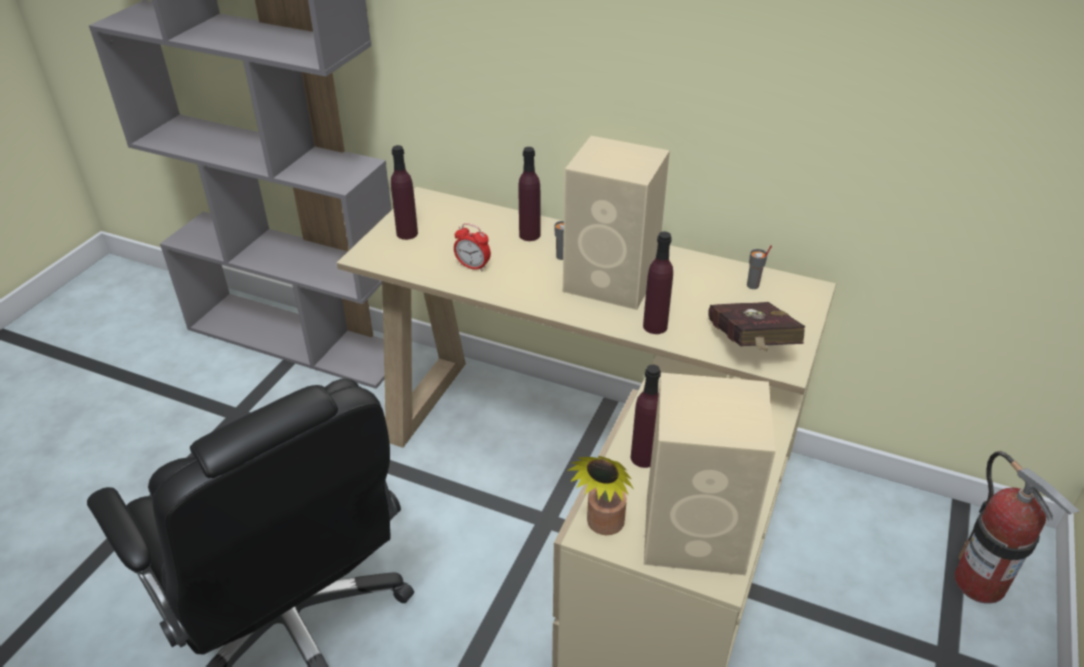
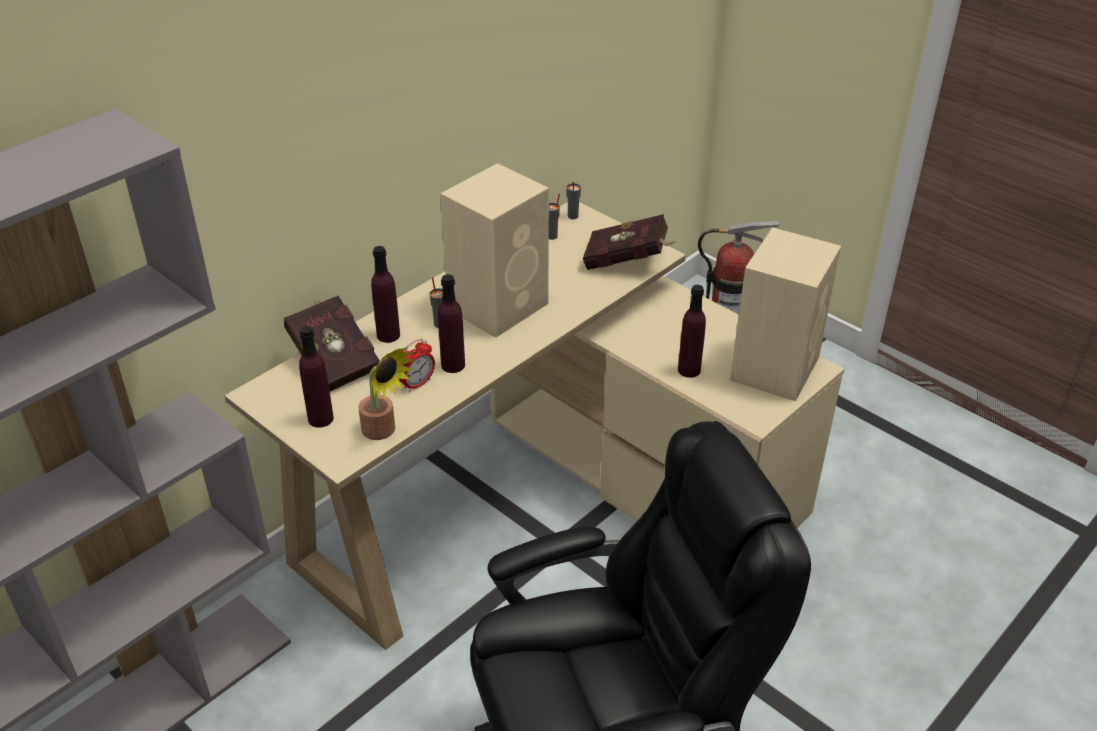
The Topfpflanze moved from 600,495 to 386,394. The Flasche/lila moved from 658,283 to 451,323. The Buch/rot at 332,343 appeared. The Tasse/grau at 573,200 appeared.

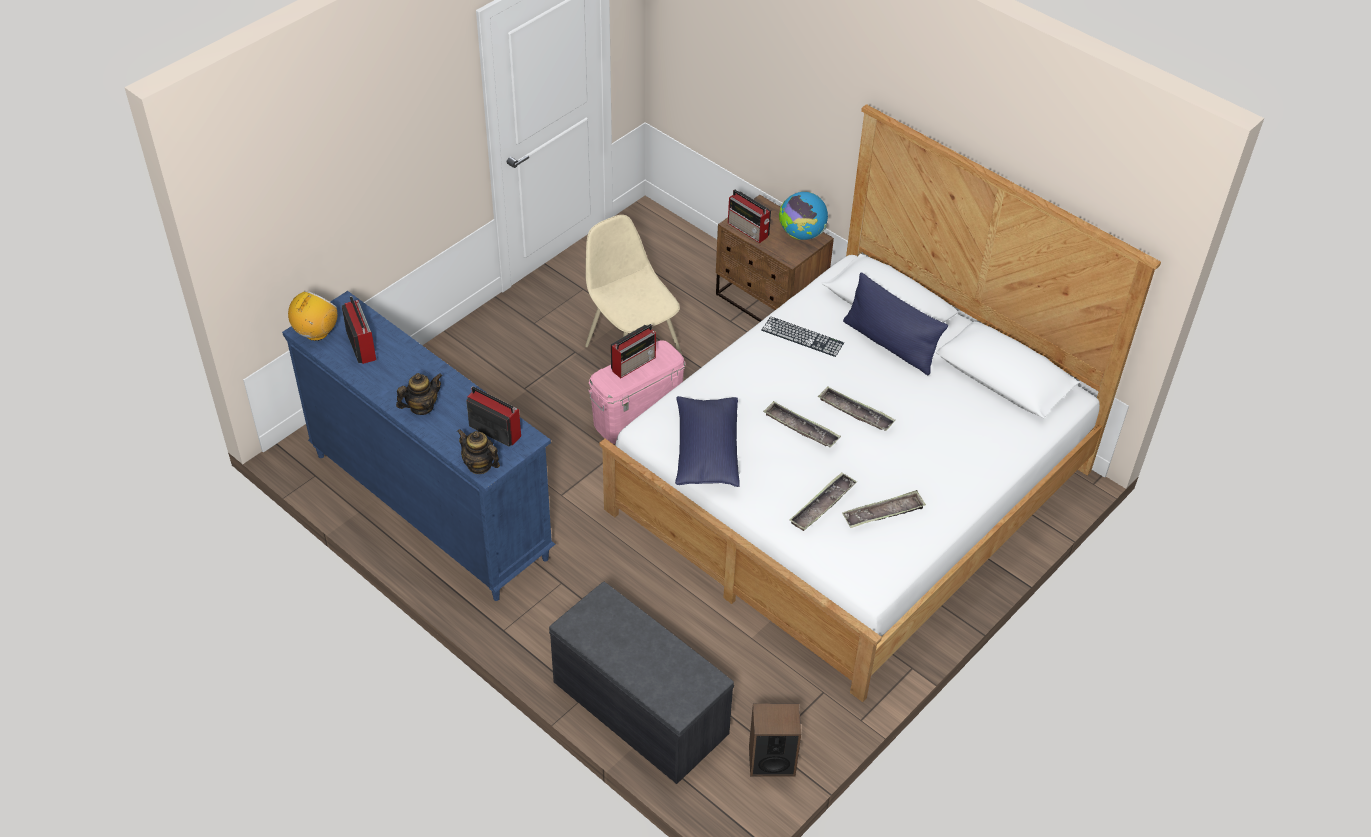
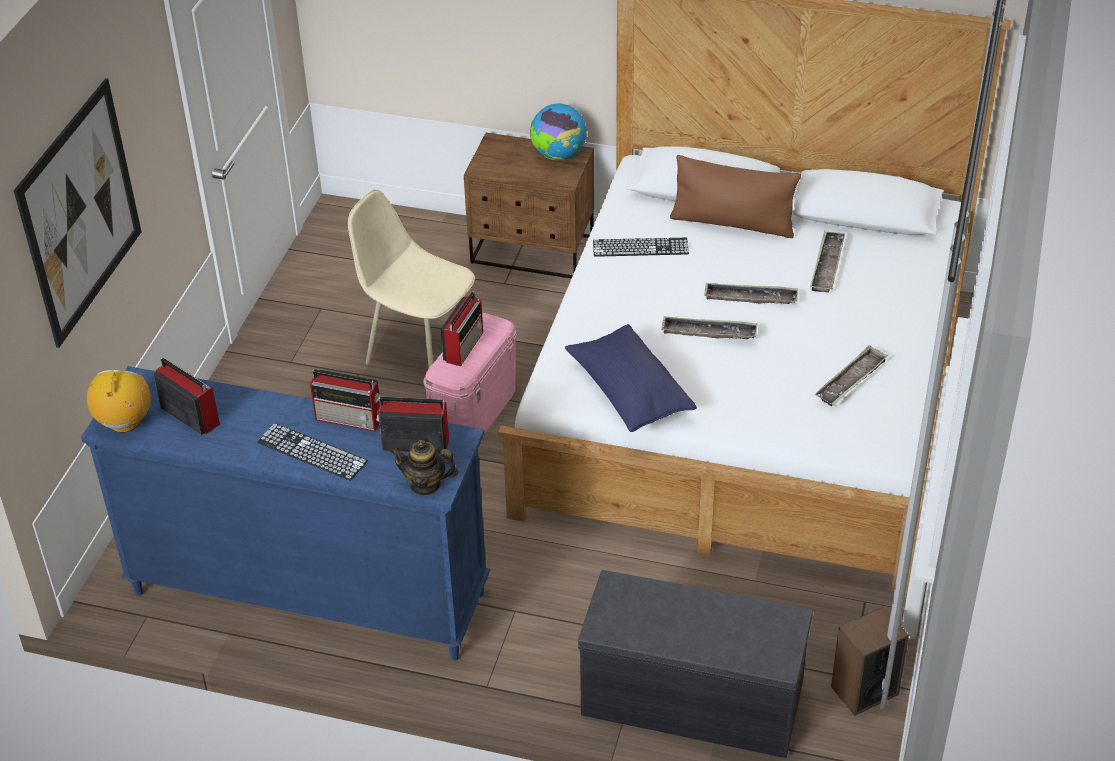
The Teekanne at 419,394 was replaced by the Tastatur at 312,452. The Radio moved from 749,216 to 345,400. The Tablett moved from 823,501 to 827,262. The Kissen/blau at 895,323 became the Kissen/braun at 735,196. The Bild at 78,213 appeared.

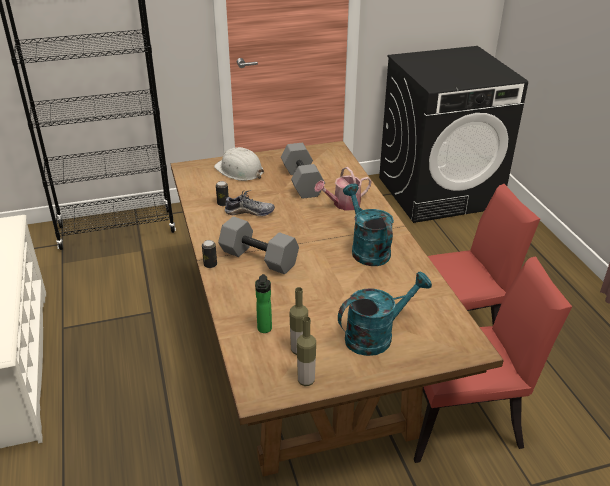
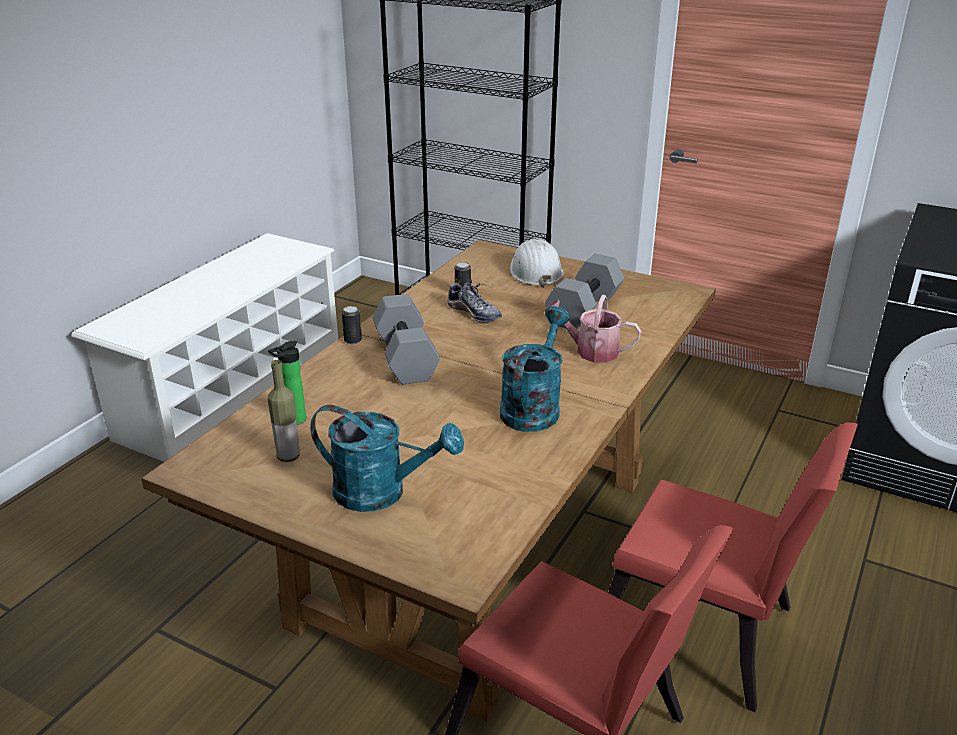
The Flasche at 306,351 disappeared.

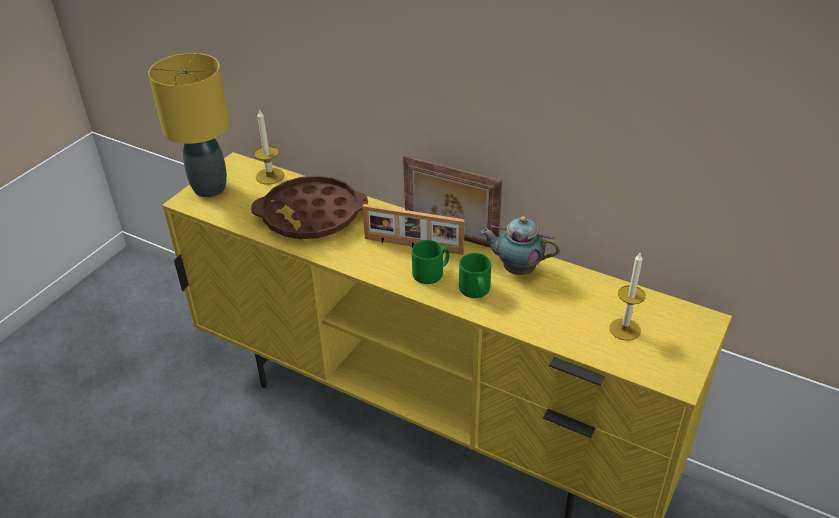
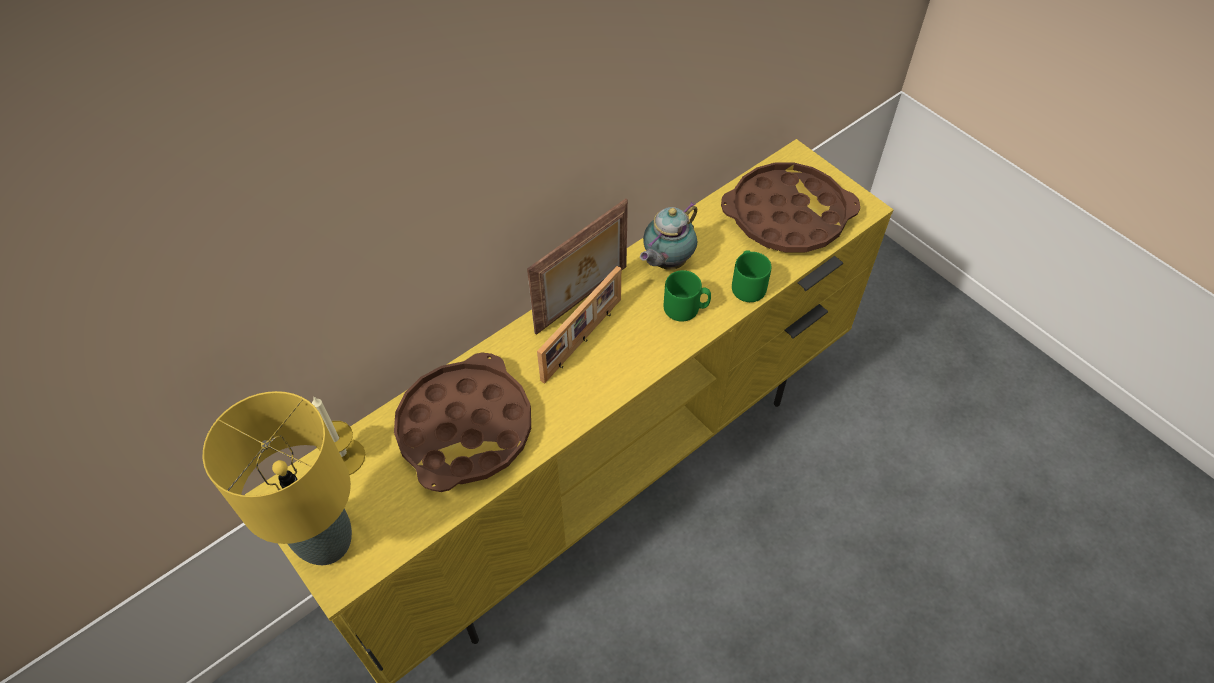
The Henkelbecher/grün moved from 430,262 to 751,276. The Kerze at 627,297 was replaced by the Tablett/braun at 790,207.

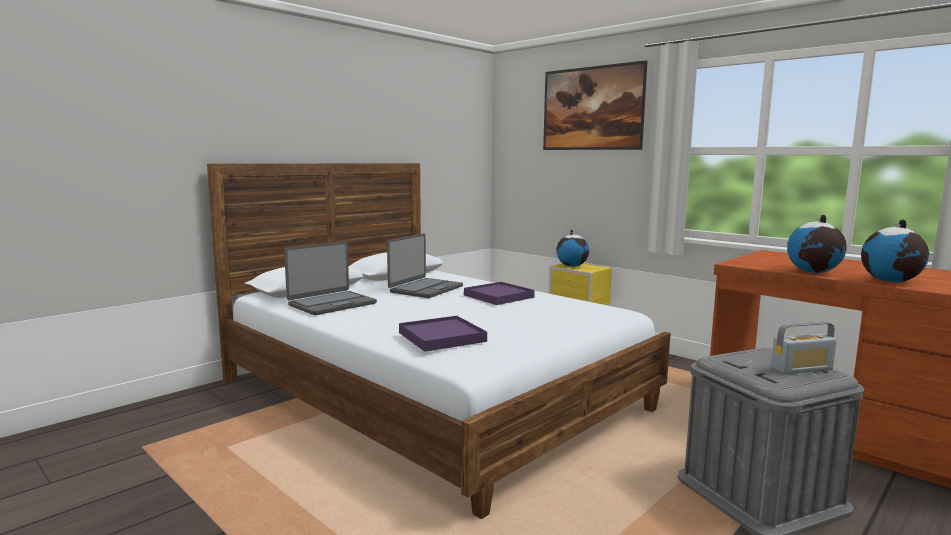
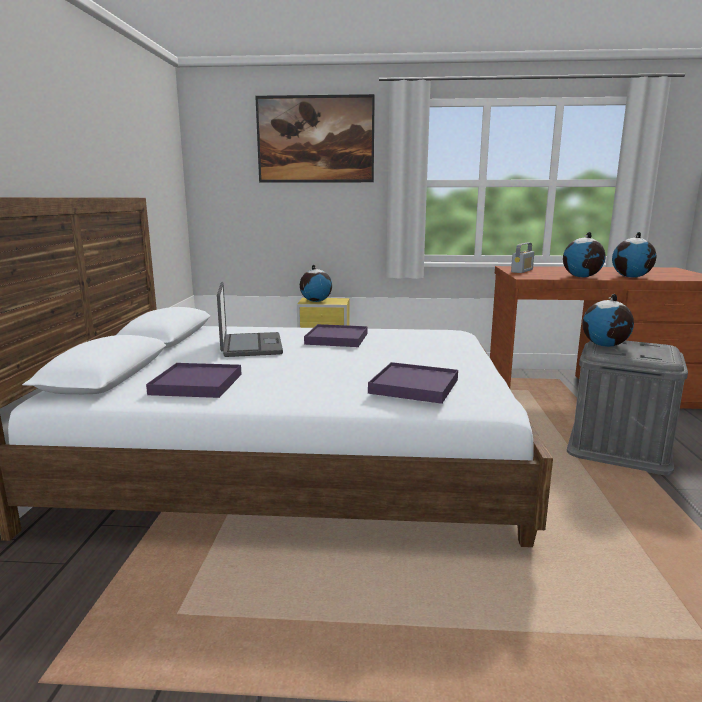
The Laptop at 330,278 was replaced by the Tablett/lila at 193,380. The Radio moved from 804,347 to 522,258. The Globus at 608,320 appeared.

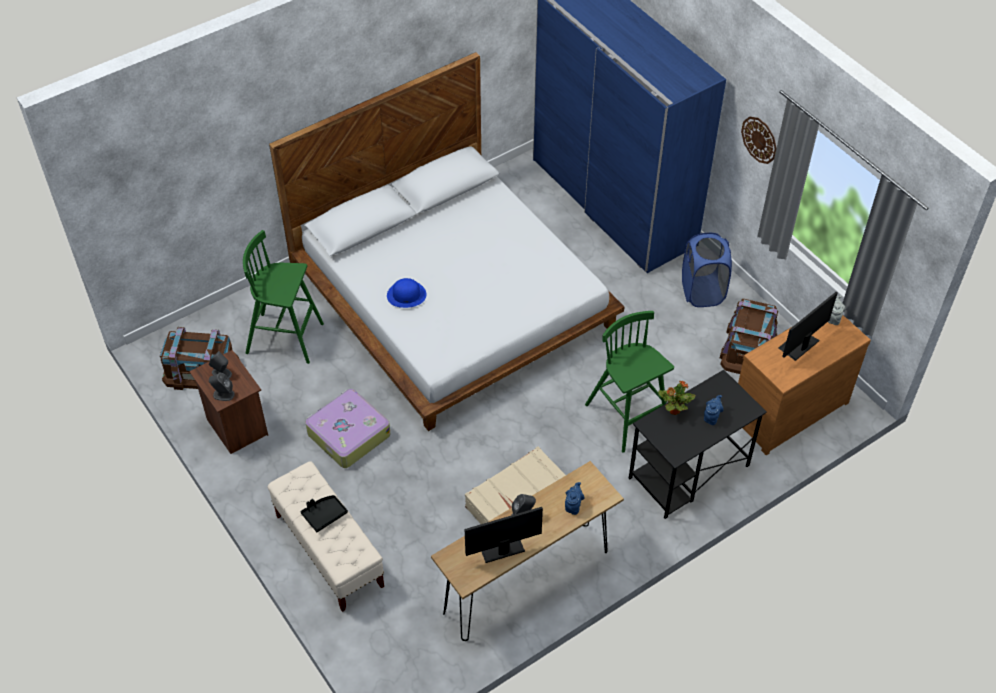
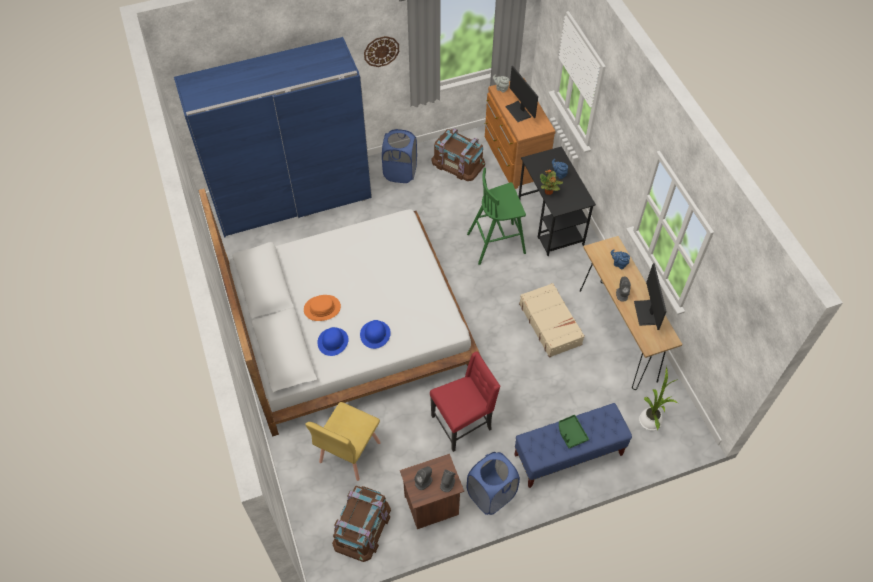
The Hocker/grün at 283,297 was replaced by the Stuhl/gelb at 343,441. The Bank/beige at 326,536 became the Bank/blau at 573,445. The Tablett/schwarz at 324,513 became the Tablett/grün at 574,432. The Koffer at 348,428 was replaced by the Stuhl/rot at 465,402. The Hut/orange at 322,308 appeared. The Hut/blau at 333,341 appeared. The Wäschekorb/blau at 493,483 appeared. The Topfpflanze at 658,398 appeared.

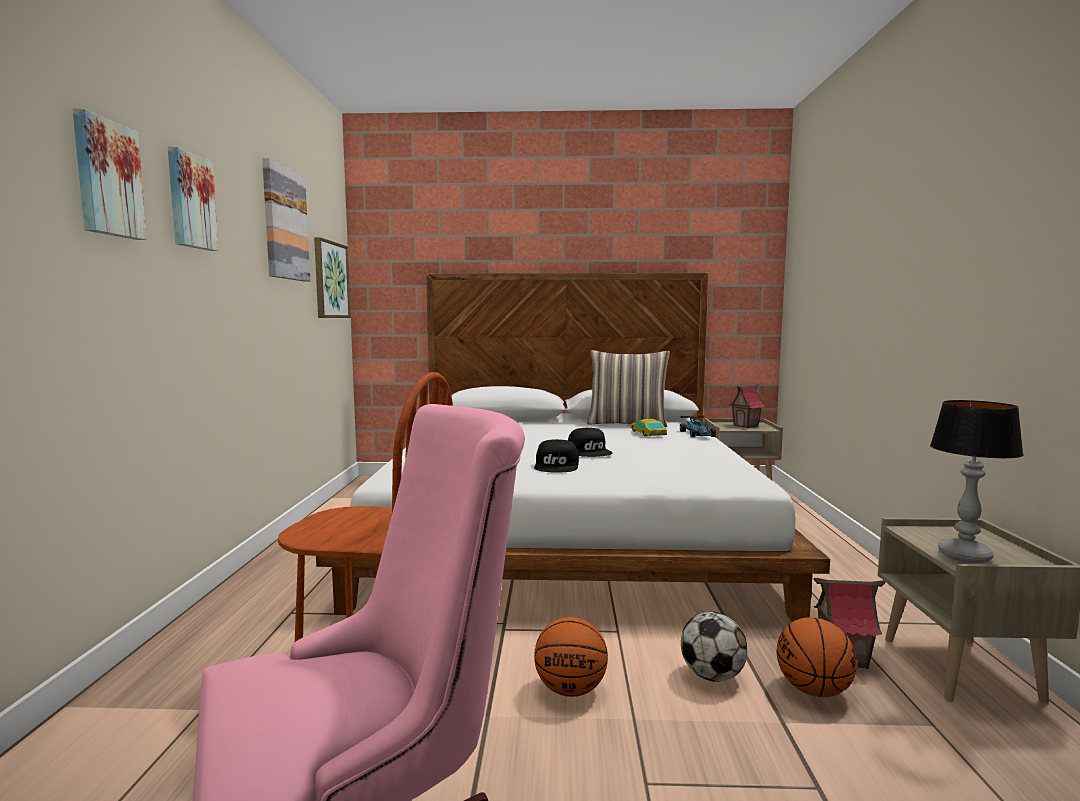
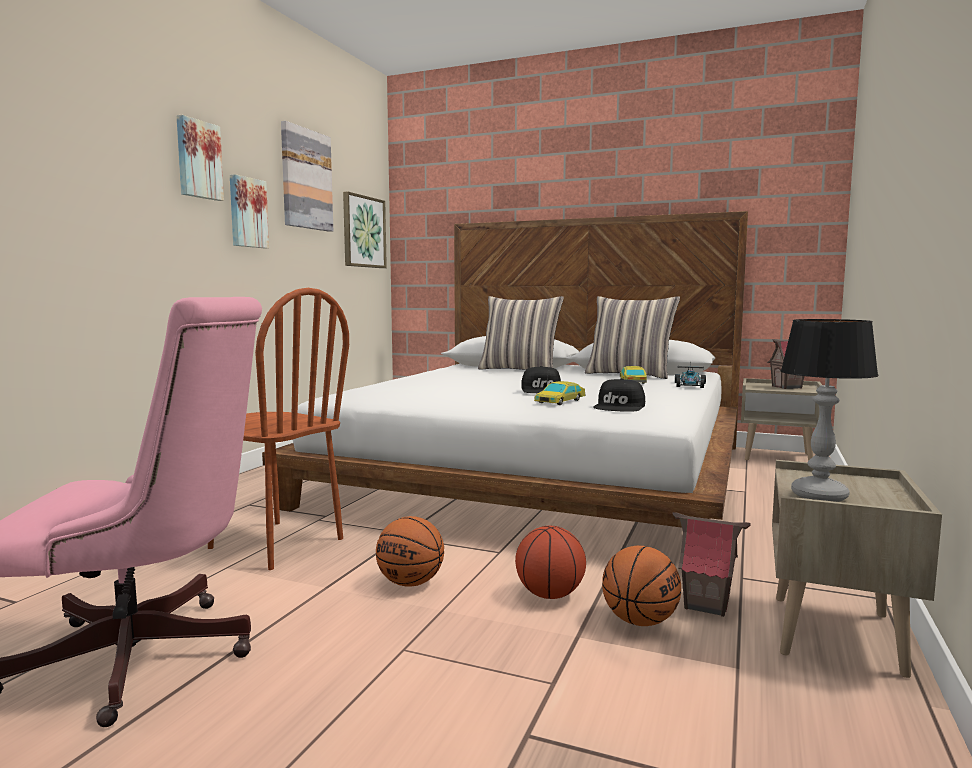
The Bild moved from 110,174 to 249,211. The Kappe/schwarz moved from 556,456 to 619,395. The Fußball at 714,647 was replaced by the Basketball at 550,562. The Kissen at 521,333 appeared. The Spielzeugauto at 560,393 appeared.

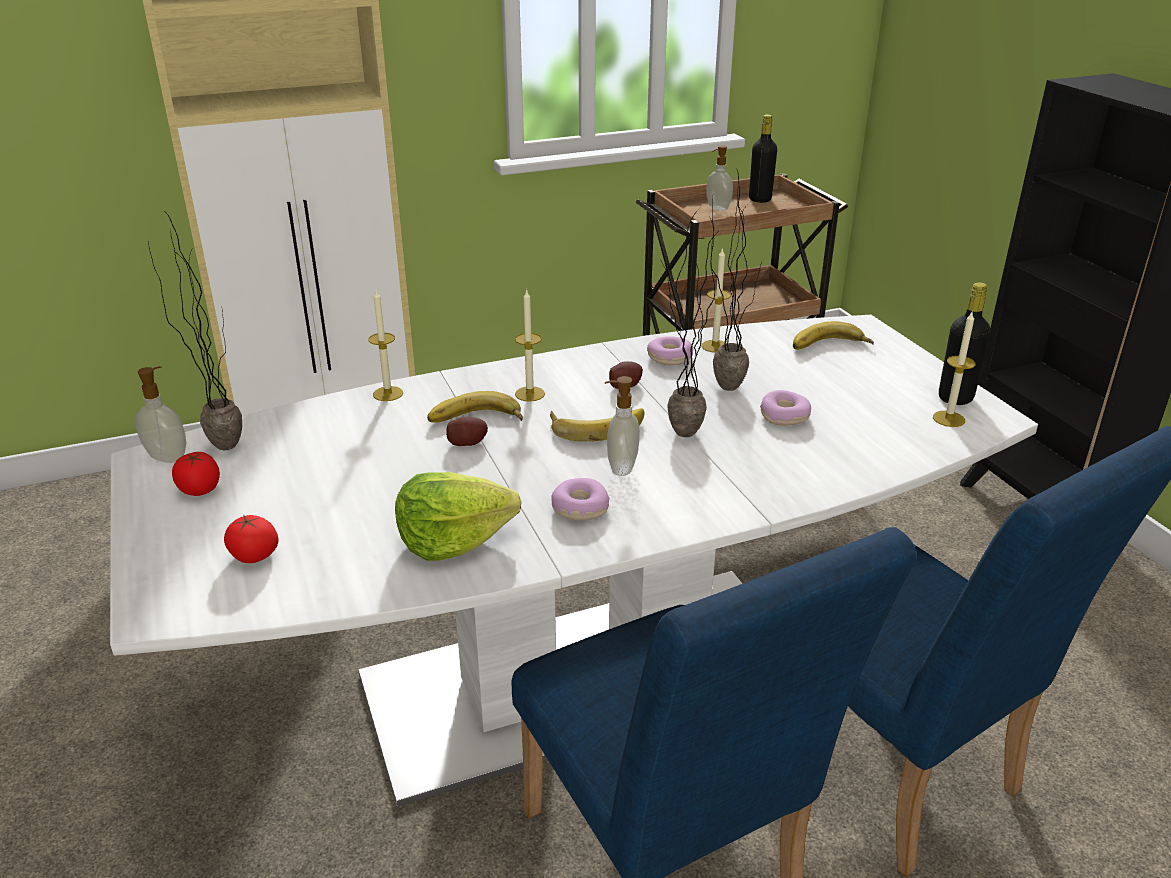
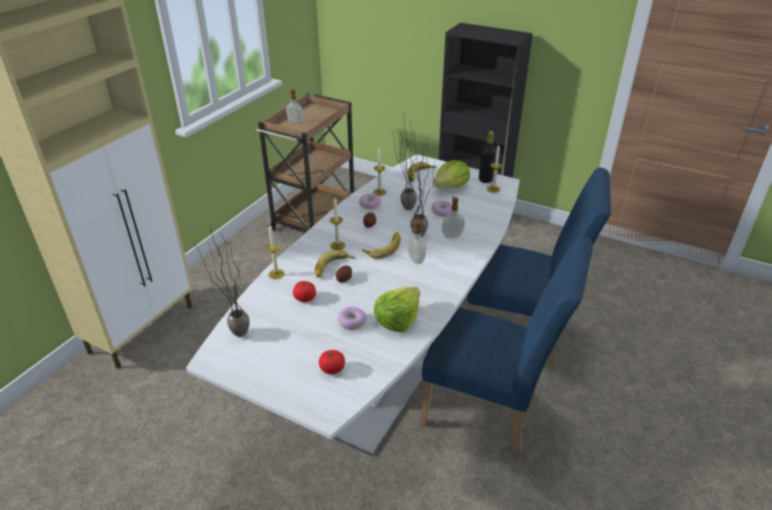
The Seifenspender moved from 160,414 to 453,217. The Tomate moved from 196,474 to 304,291. The Donut moved from 580,499 to 352,318. The Flasche/schwarz at 763,159 disappeared. The Salatkopf at 451,174 appeared.

